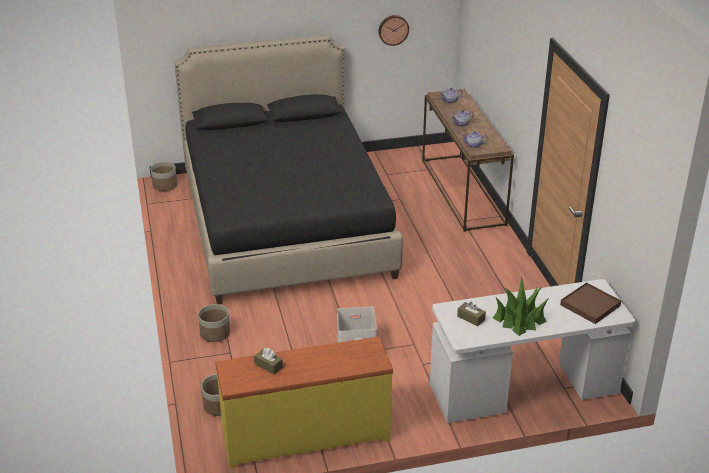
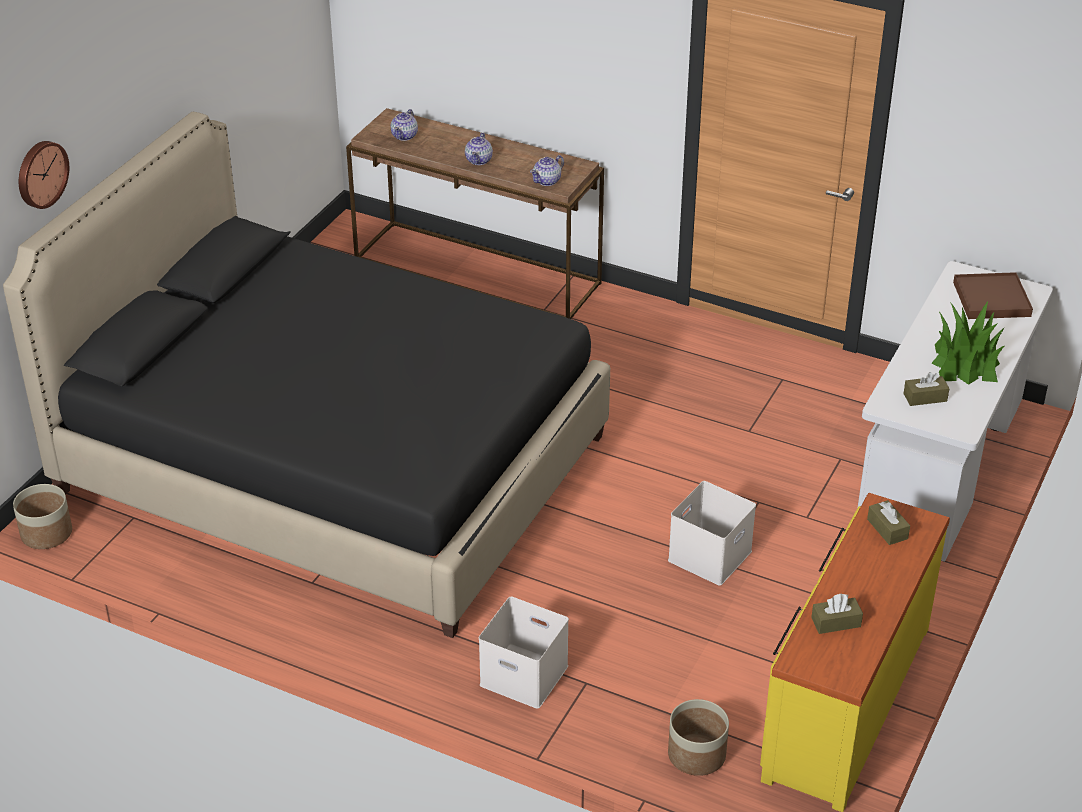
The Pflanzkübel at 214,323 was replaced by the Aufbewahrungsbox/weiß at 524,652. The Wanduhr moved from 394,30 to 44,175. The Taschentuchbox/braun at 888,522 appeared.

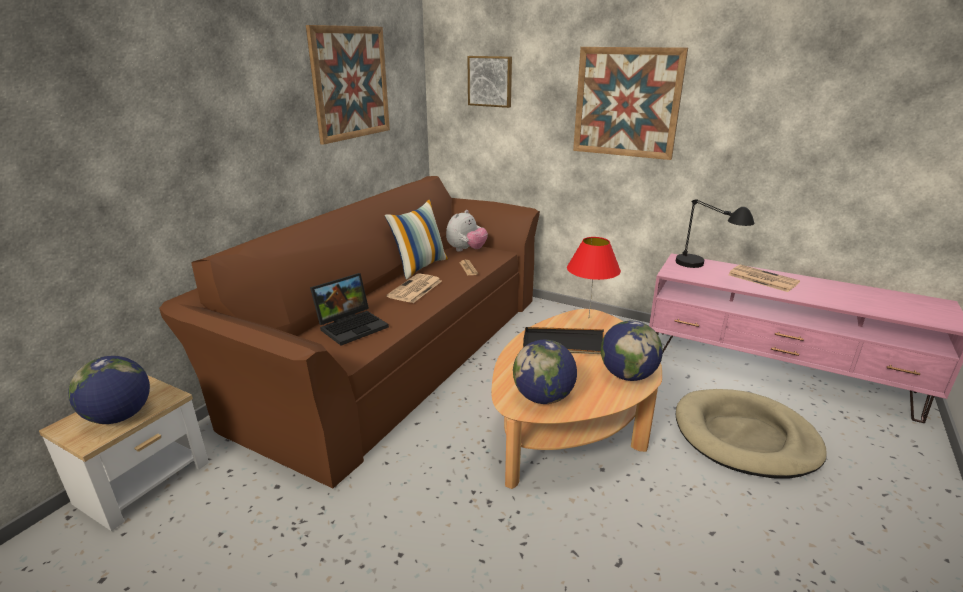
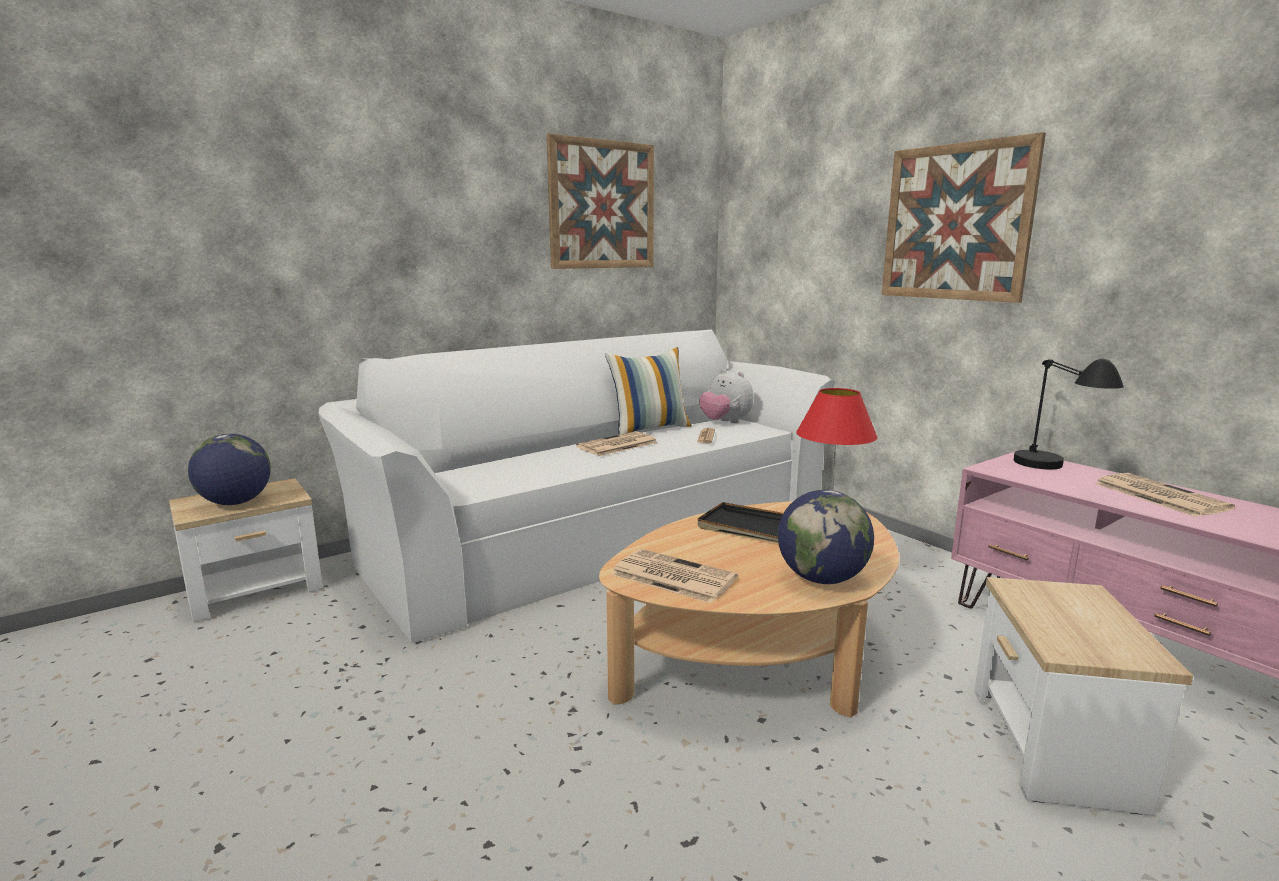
The Sofa/braun at 349,332 became the Sofa/weiß at 577,486. The Laptop at 349,309 disappeared. The Plüschtier at 467,231 turned 75 degrees clockwise. The Bild at 489,82 disappeared. The Globus at 545,372 was replaced by the Zeitung at 674,576. The Hundebett/beige at 751,433 was replaced by the Beistelltisch at 1083,696.

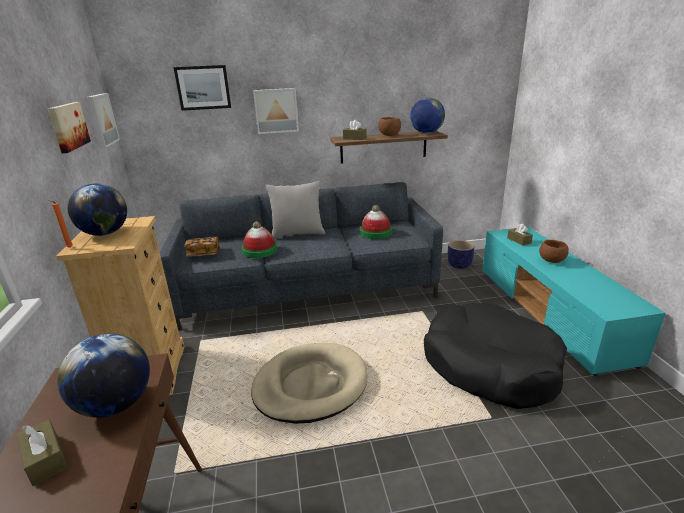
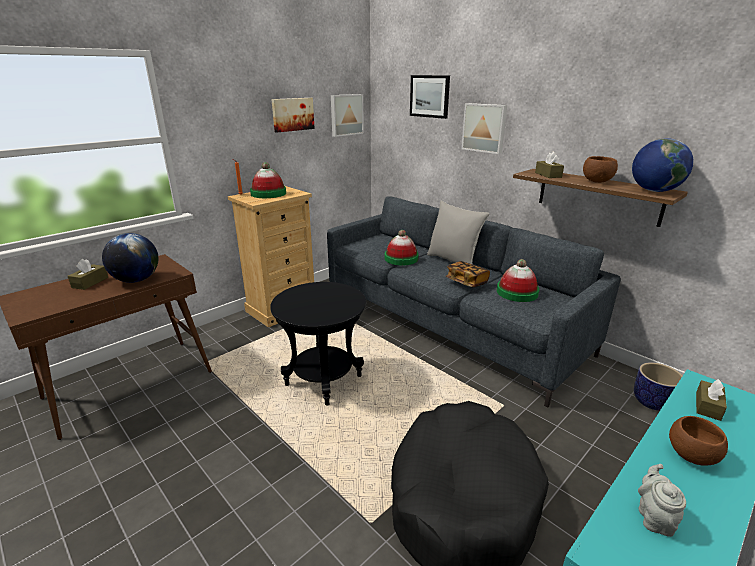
The Globus at 97,209 was replaced by the Hut at 268,180. The Buch moved from 201,246 to 468,274. The Hundebett/beige at 309,383 was replaced by the Beistelltisch/schwarz at 318,344. The Teekanne/grau at 662,500 appeared.

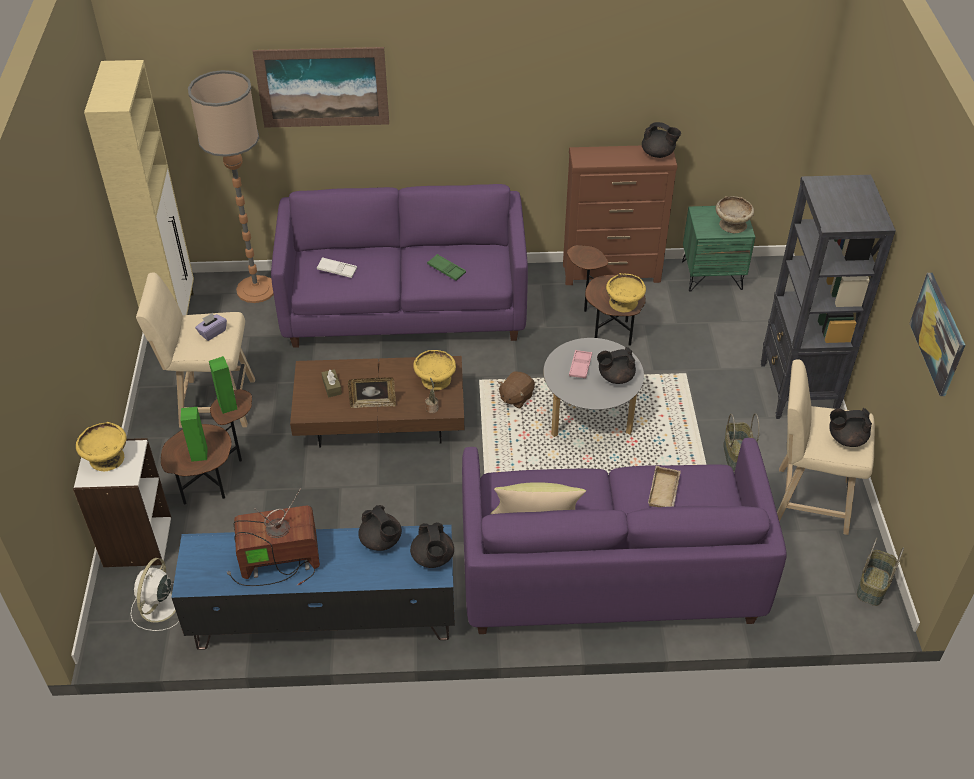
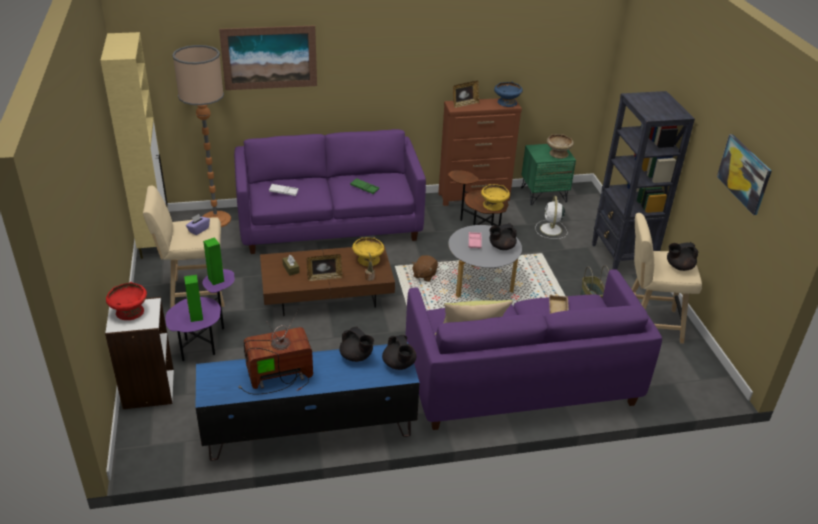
The Schüssel/gelb at 101,446 became the Schüssel/rot at 126,301. The Ventilator/weiß moved from 155,594 to 552,217. The Beistelltisch/braun at 206,446 became the Beistelltisch/lila at 200,315. The Teekanne/schwarz at 661,140 was replaced by the Schüssel/blau at 508,94. The Korb at 880,572 disappeared. The Bilderrahmen at 466,94 appeared.

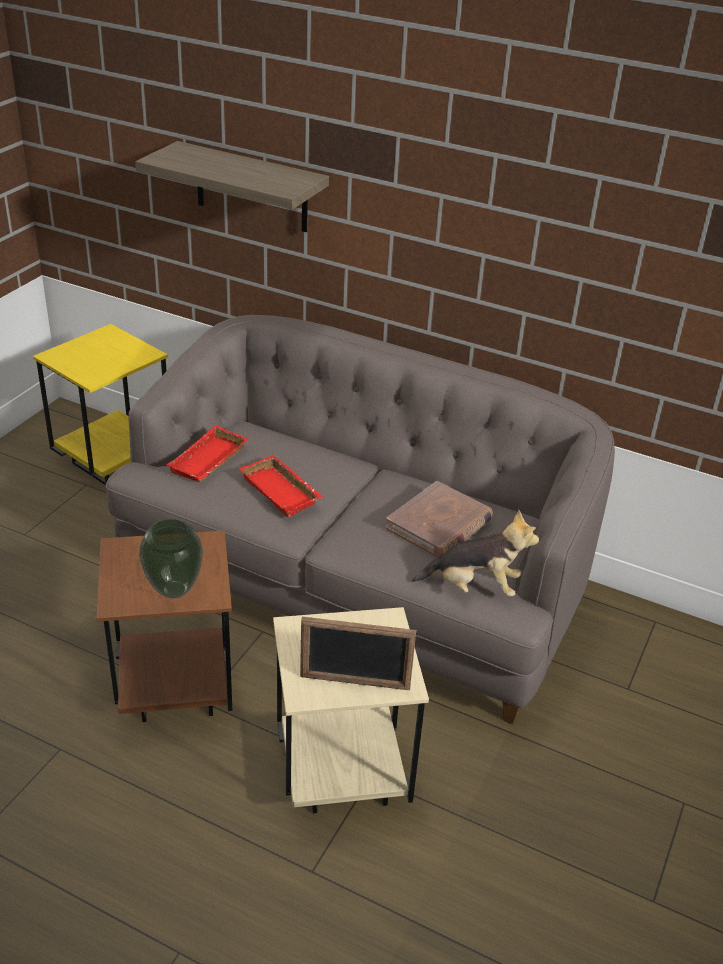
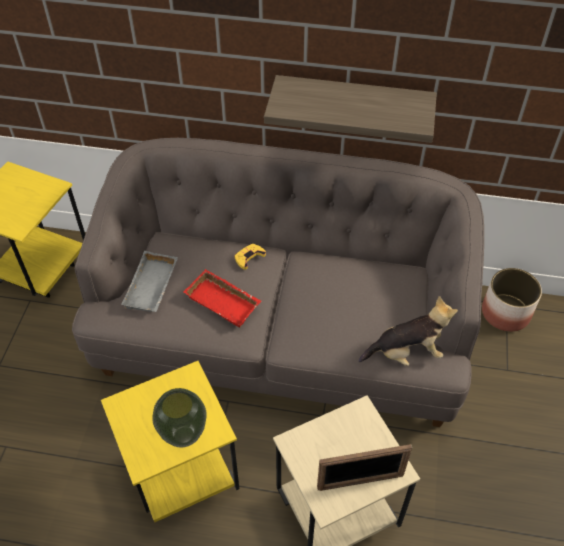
The Beistelltisch/braun at 164,626 became the Beistelltisch/gelb at 170,441. The Wandregal moved from 232,186 to 350,109. The Tablett/rot at 207,453 became the Tablett/grau at 149,281. The Buch/braun at 439,519 disappeared. The Gamepad/gelb at 250,257 appeared. The Pflanzkübel at 512,300 appeared.

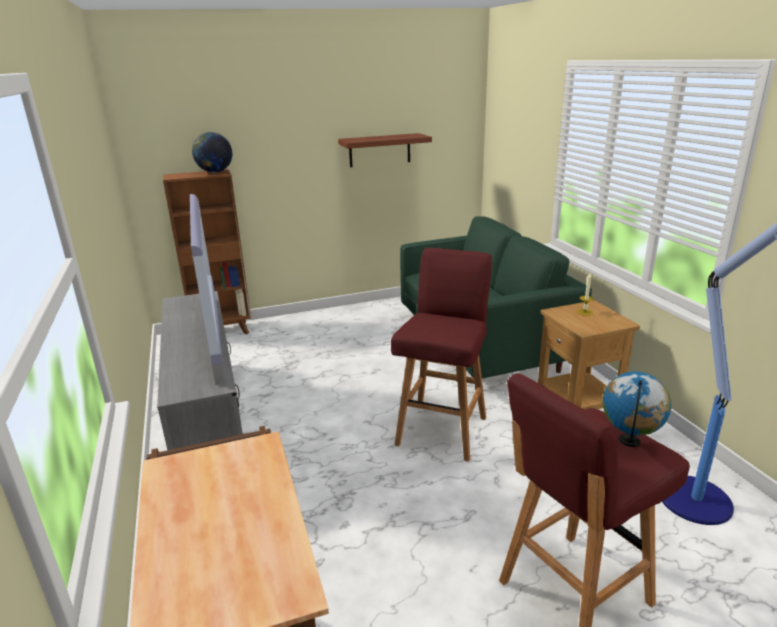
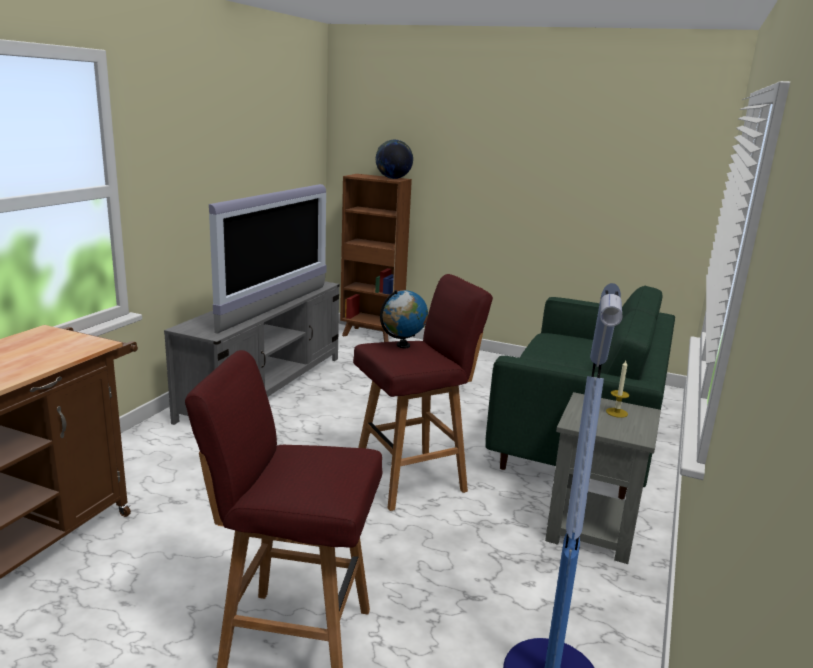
The Wandregal/braun at 385,150 disappeared. The Beistelltisch/braun at 589,355 became the Beistelltisch/grau at 603,478. The Globus moved from 637,409 to 404,319.

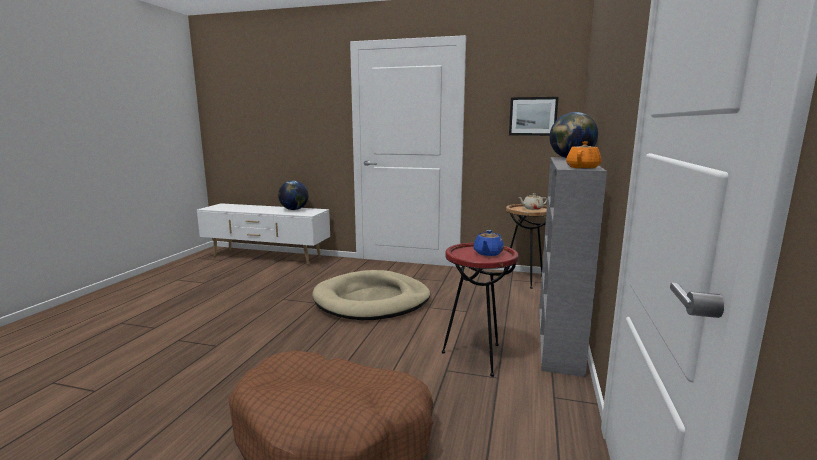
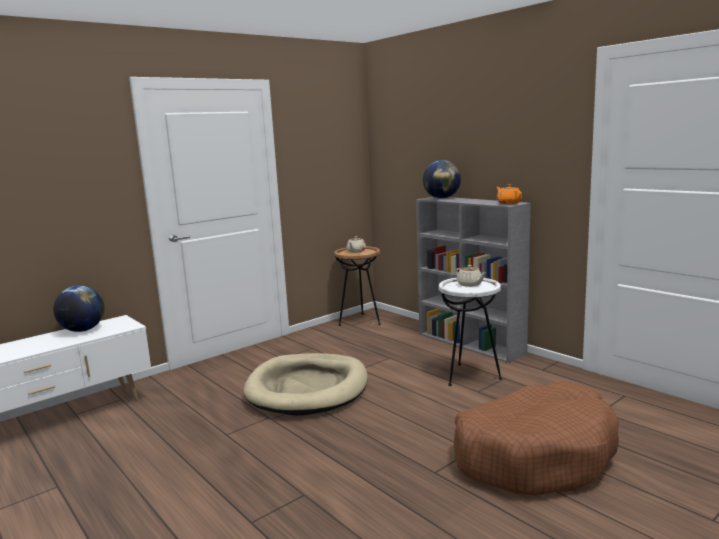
The Beistelltisch/rot at 480,310 became the Beistelltisch/weiß at 470,332. The Teekanne/blau at 489,243 became the Teekanne/beige at 470,276. The Bild at 534,116 disappeared.

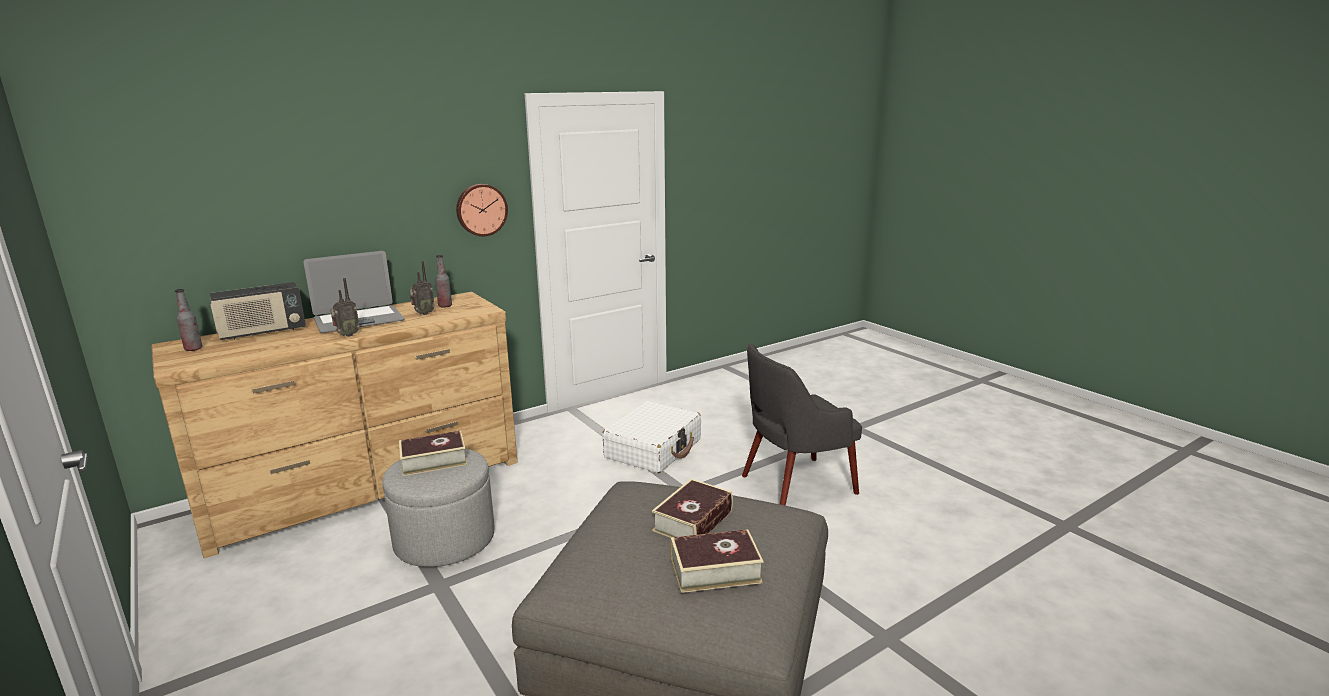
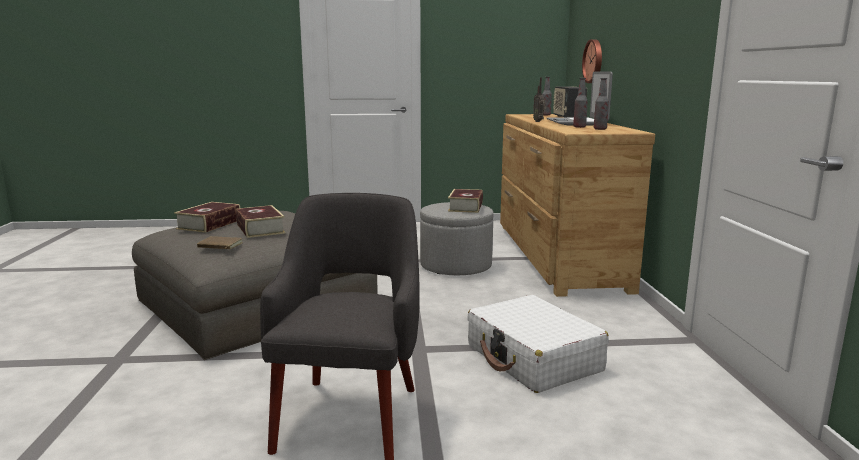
The Radio at 422,288 was replaced by the Flasche at 580,103. The Wanduhr moved from 482,210 to 592,61. The Buch/braun at 220,242 appeared.

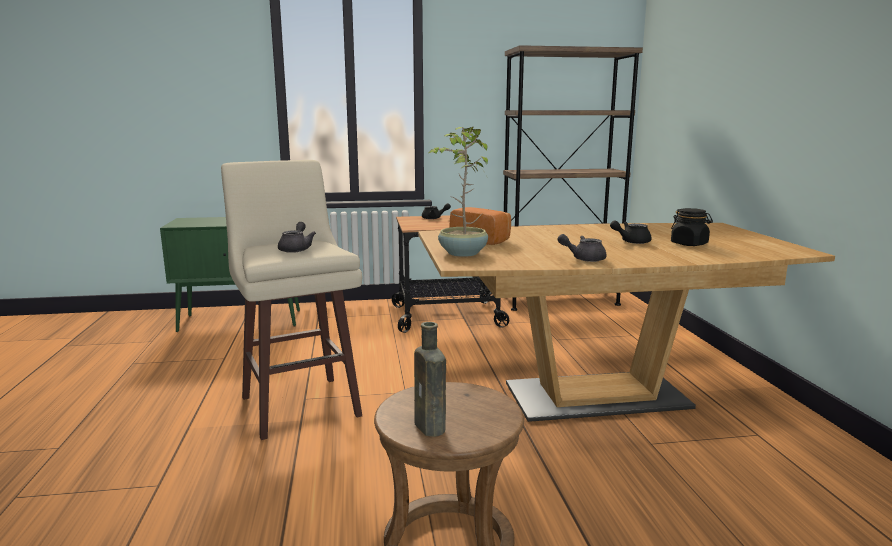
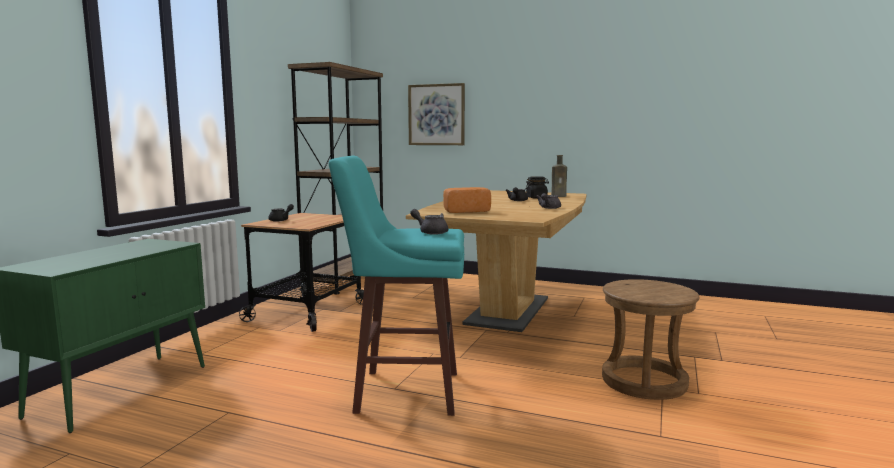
The Hocker/beige at 291,300 became the Hocker/türkis at 396,286. The Flasche/braun moved from 430,379 to 559,176. The Topfpflanze at 457,192 disappeared. The Bild at 436,114 appeared.

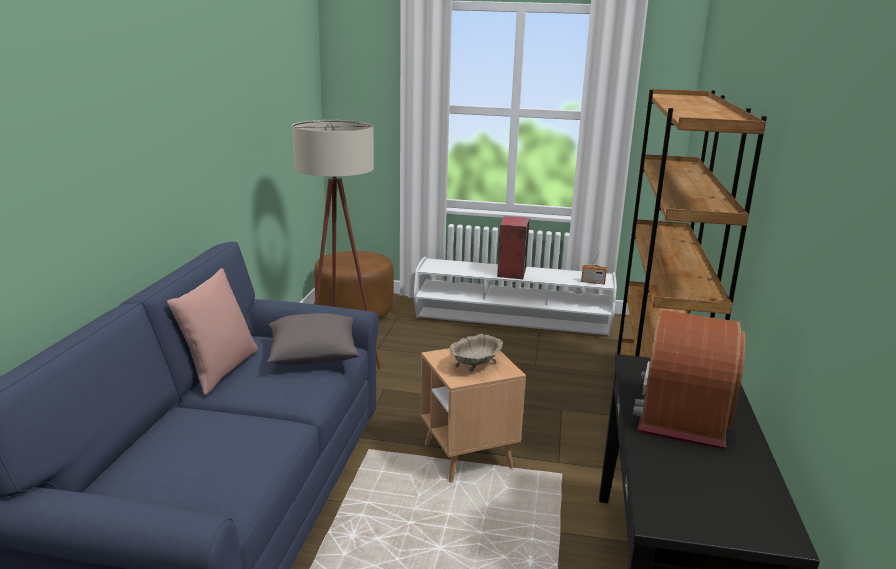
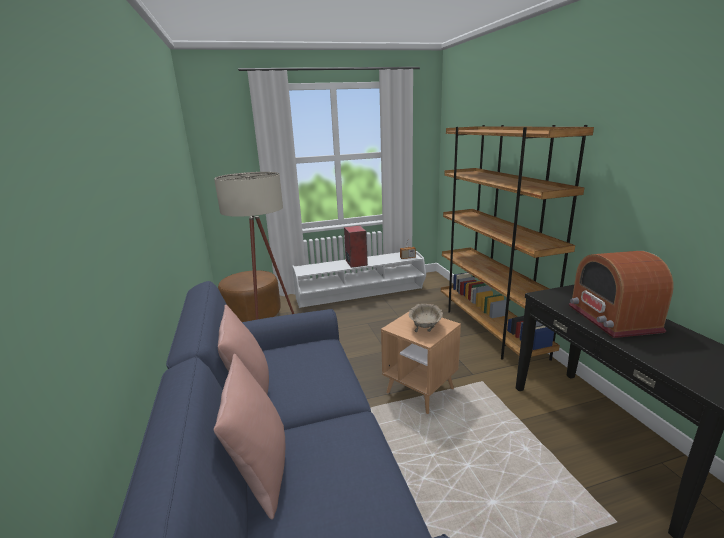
The Kissen/grau at 313,339 disappeared. The Kissen/rosa at 249,437 appeared.

